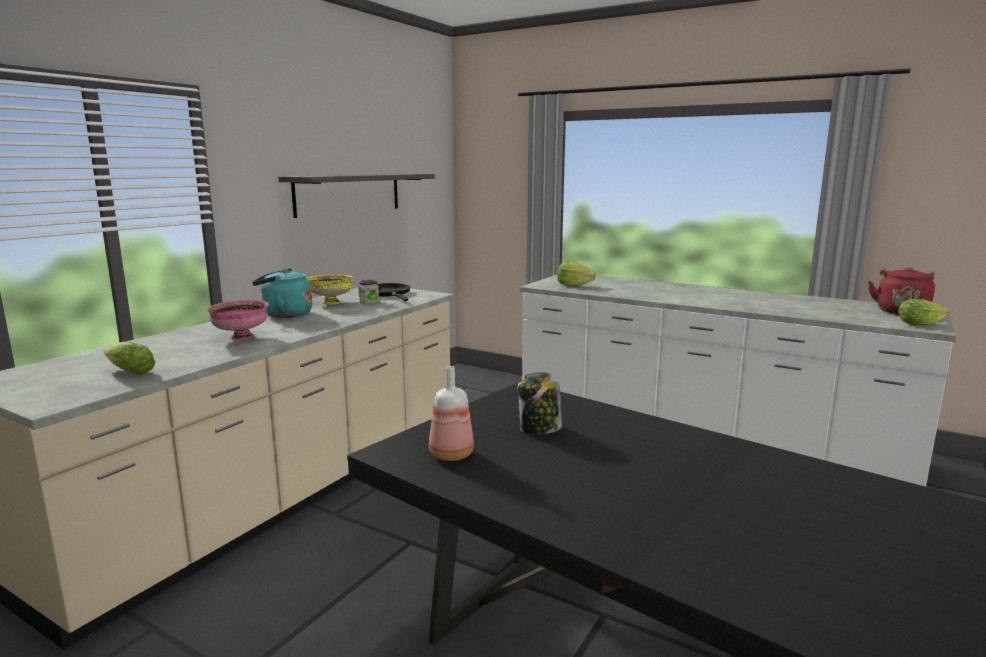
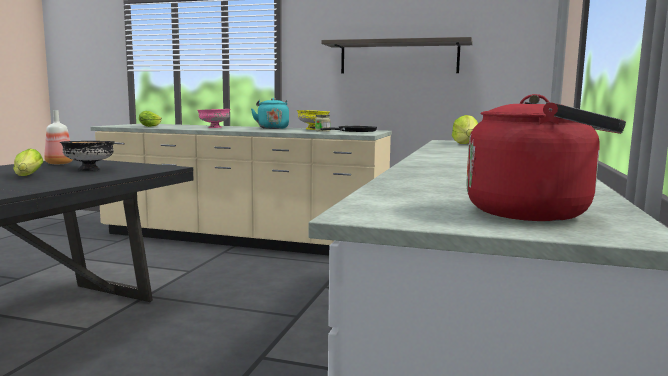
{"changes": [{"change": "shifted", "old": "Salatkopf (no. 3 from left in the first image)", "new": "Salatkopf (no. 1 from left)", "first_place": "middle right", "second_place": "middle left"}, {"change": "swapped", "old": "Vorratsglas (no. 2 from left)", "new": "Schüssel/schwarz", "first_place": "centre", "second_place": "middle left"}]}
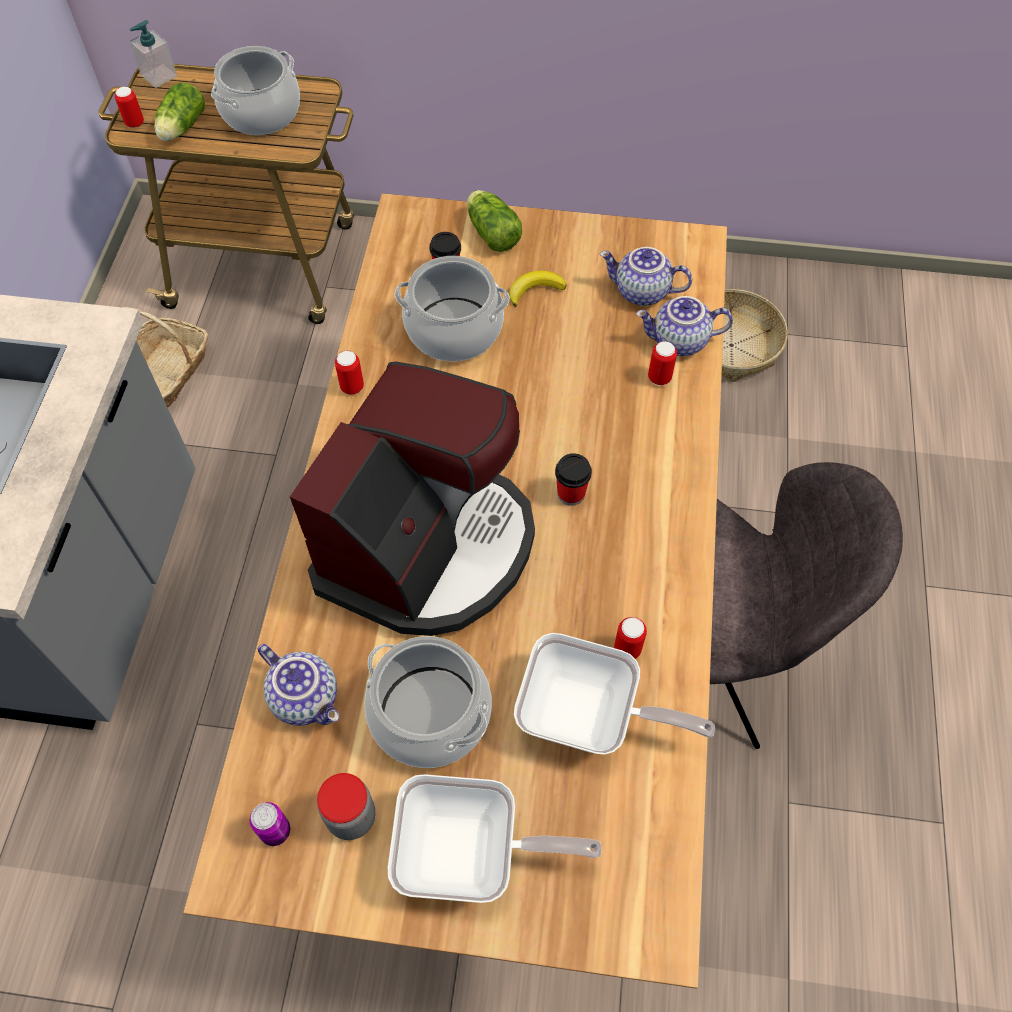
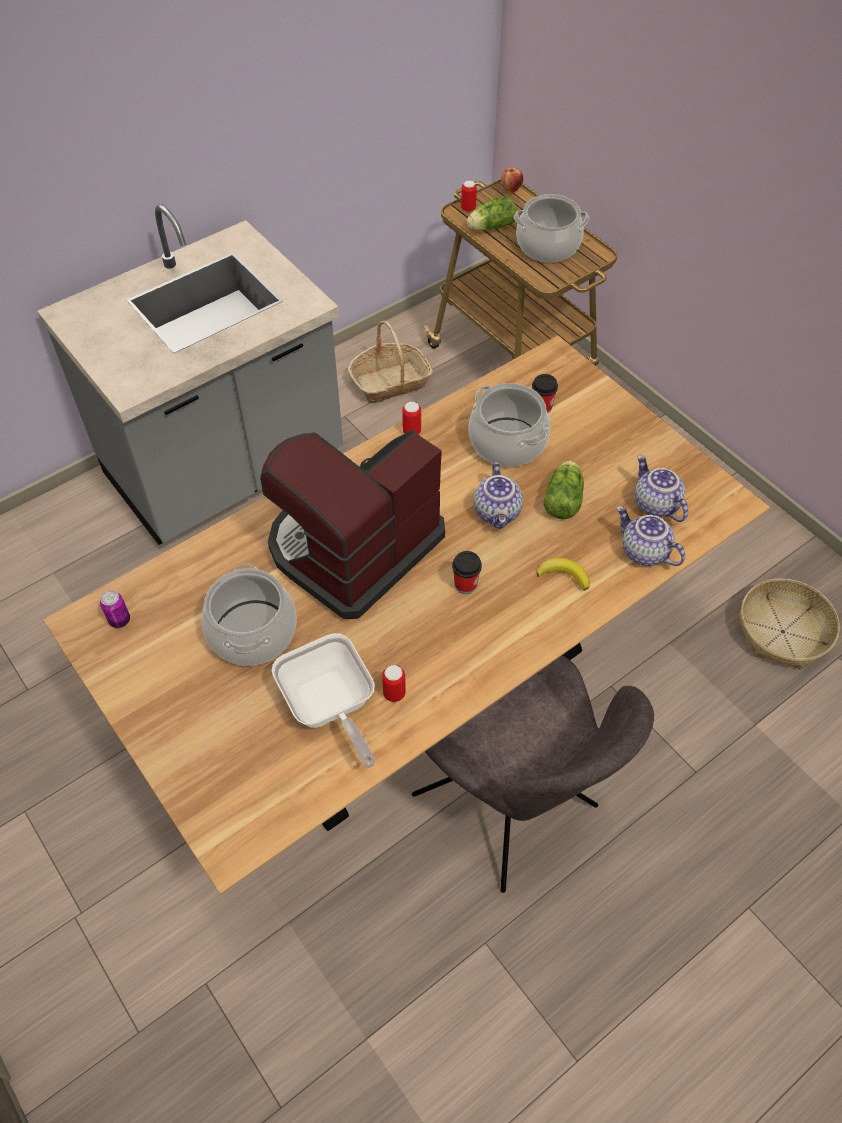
{"changes": [{"change": "rotated", "old": "Kaffeemaschine", "first_place": "centre", "second_place": "centre", "degrees": 150}, {"change": "shifted", "old": "Teekanne (no. 1 from left)", "first_place": "bottom left", "second_place": "centre"}, {"change": "swapped", "old": "Seifenspender", "new": "Apfel", "first_place": "top left", "second_place": "top centre"}, {"change": "shifted", "old": "Banane", "first_place": "top centre", "second_place": "middle right"}, {"change": "shifted", "old": "Salatkopf (no. 2 from left)", "first_place": "top centre", "second_place": "middle right"}, {"change": "gone", "old": "Vorratsglas", "first_place": "bottom centre"}, {"change": "gone", "old": "Pfanne (no. 1 from left)", "first_place": "bottom centre"}, {"change": "gone", "old": "Dose (no. 5 from left)", "first_place": "centre"}]}
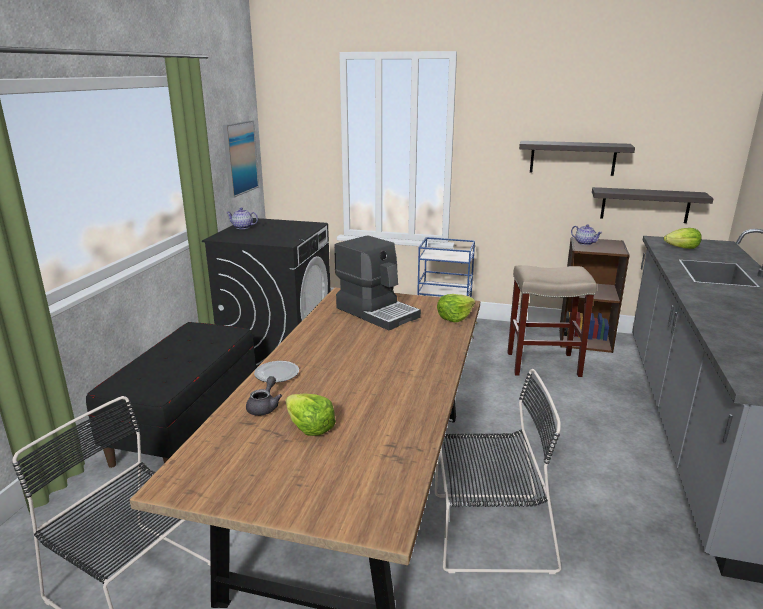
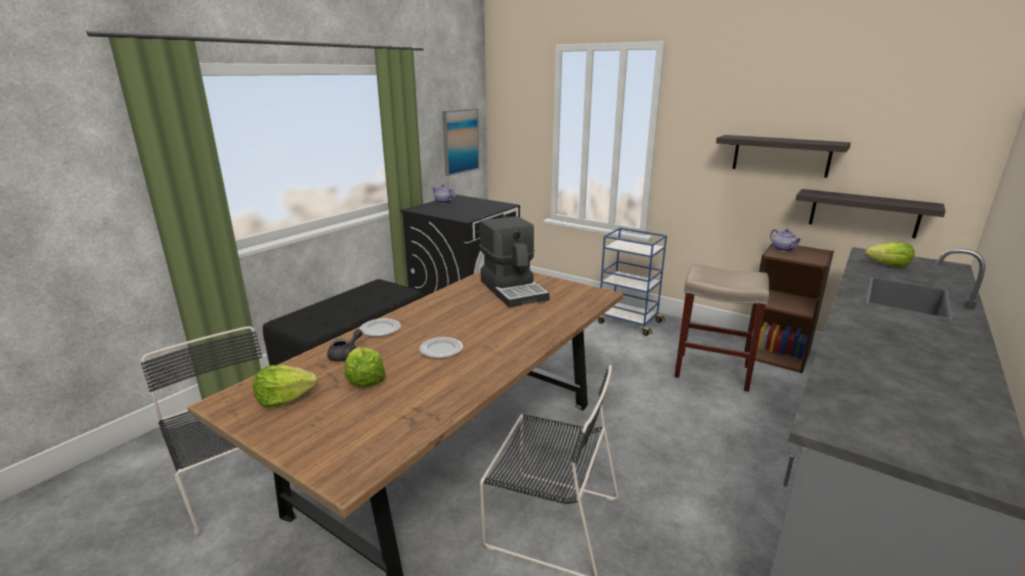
{"changes": [{"change": "shifted", "old": "Salatkopf (no. 2 from left in the first image)", "new": "Salatkopf (no. 1 from left)", "first_place": "centre", "second_place": "bottom left"}, {"change": "new", "new": "Teller (no. 2 from left)", "second_place": "centre"}]}
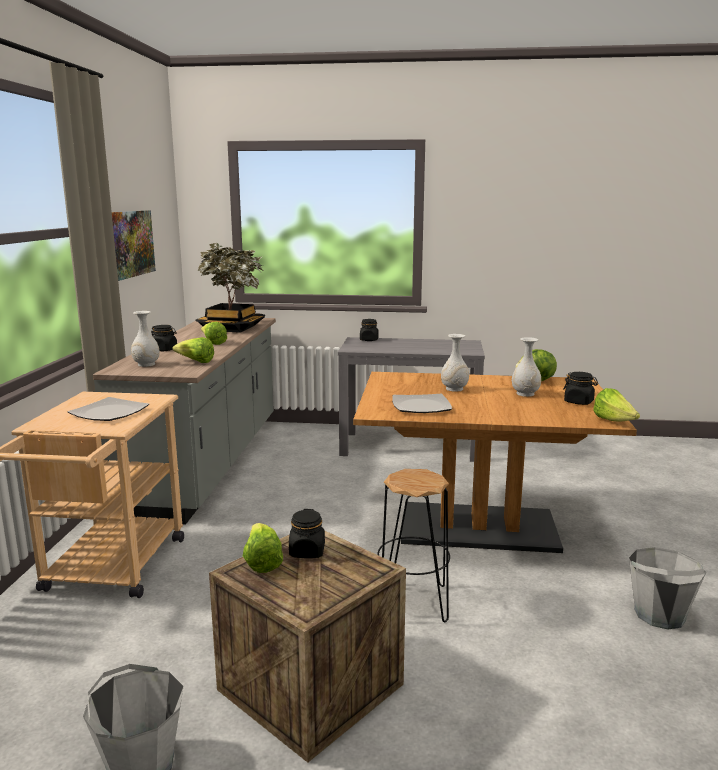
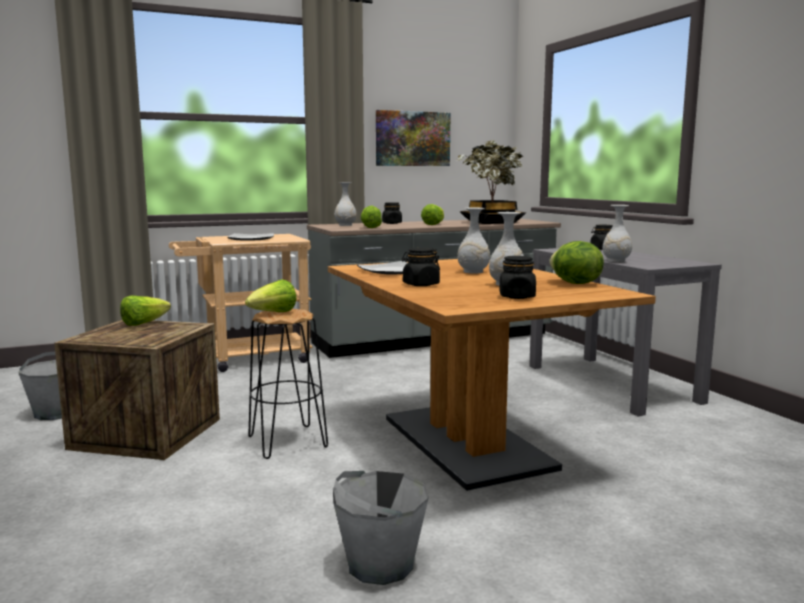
{"changes": [{"change": "shifted", "old": "Salatkopf (no. 5 from left in the first image)", "new": "Salatkopf (no. 2 from left)", "first_place": "middle right", "second_place": "centre"}, {"change": "shifted", "old": "Vorratsglas/schwarz (no. 2 from left)", "first_place": "bottom centre", "second_place": "centre"}, {"change": "new", "new": "Vase/weiß (no. 4 from left)", "second_place": "middle right"}]}
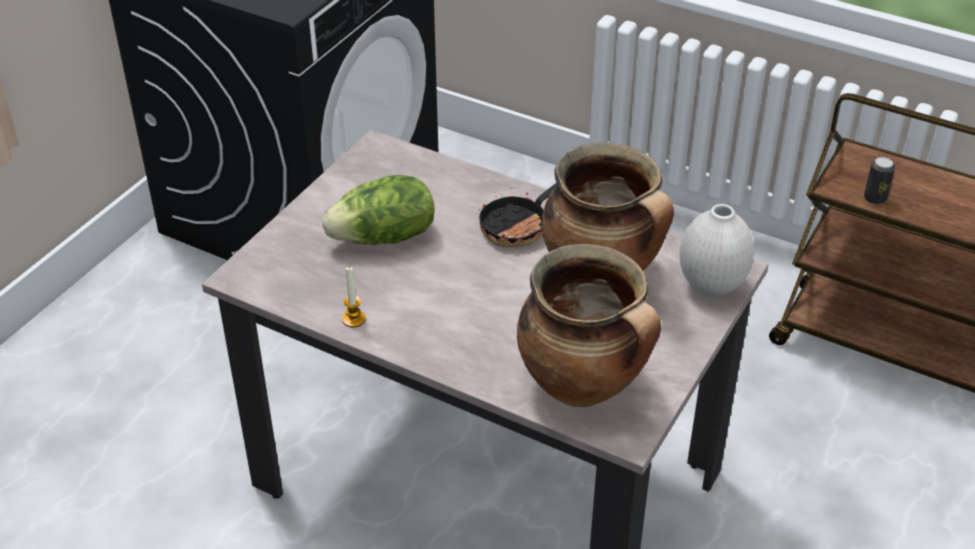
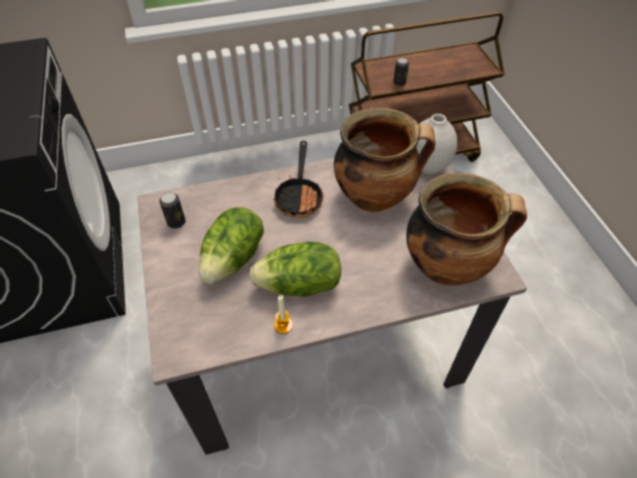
{"changes": [{"change": "new", "new": "Dose (no. 1 from left)", "second_place": "middle left"}, {"change": "new", "new": "Salatkopf (no. 2 from left)", "second_place": "centre"}]}
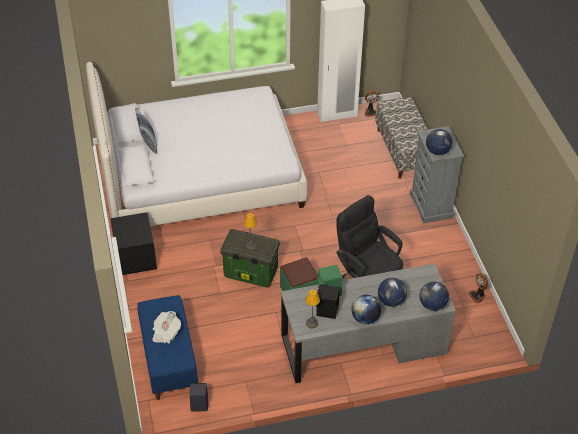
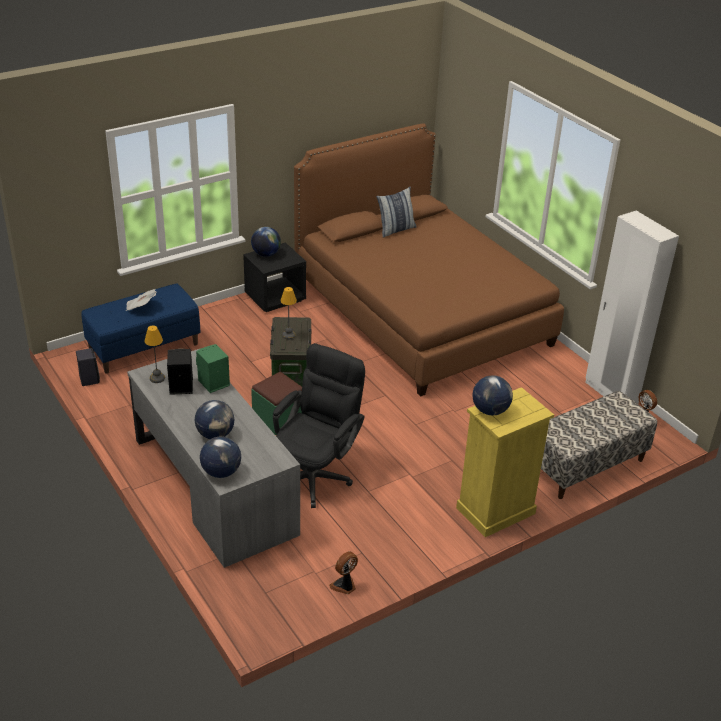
{"changes": [{"change": "shifted", "old": "Globus (no. 1 from left in the first image)", "new": "Globus (no. 3 from left)", "first_place": "bottom centre", "second_place": "centre"}, {"change": "repainted", "old": "Bett/weiß", "new": "Bett/braun", "first_place": "top centre", "second_place": "centre"}, {"change": "repainted", "old": "Kommode/grau", "new": "Kommode/gelb", "first_place": "middle right", "second_place": "middle right"}]}
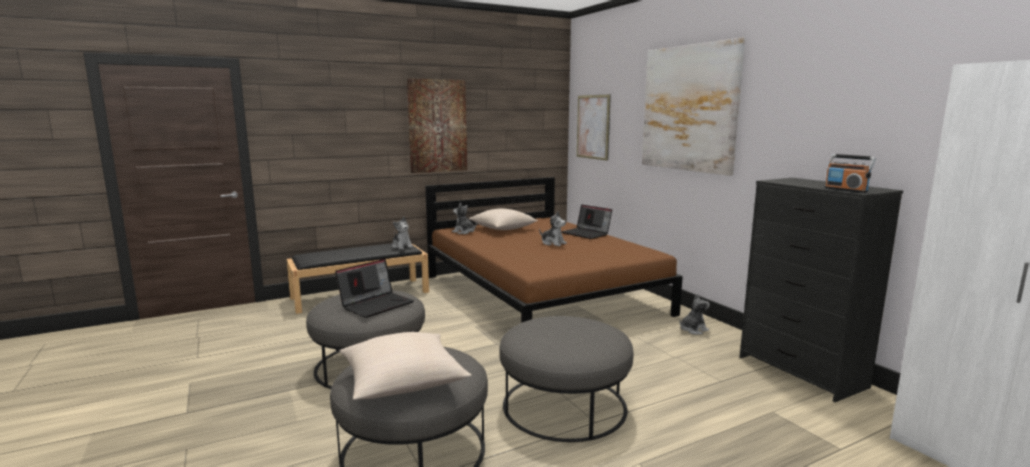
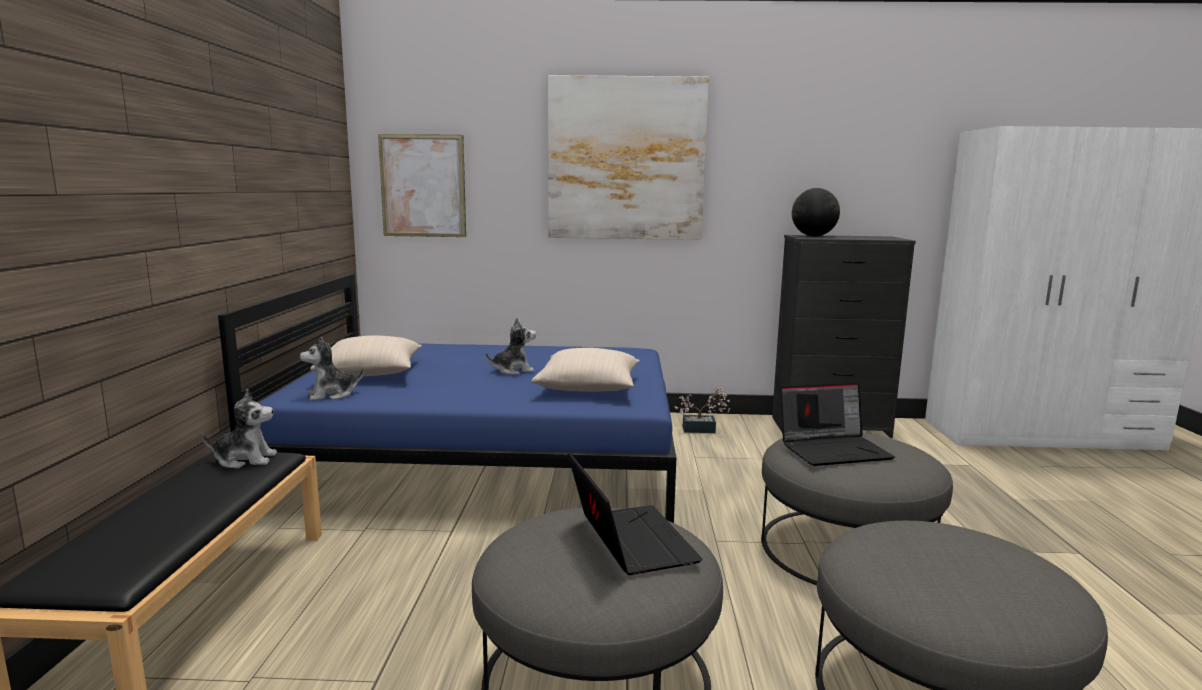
{"changes": [{"change": "repainted", "old": "Bett/braun", "new": "Bett/blau", "first_place": "centre", "second_place": "centre"}, {"change": "shifted", "old": "Kissen/beige (no. 1 from left in the first image)", "new": "Kissen/beige (no. 2 from left)", "first_place": "bottom centre", "second_place": "centre"}, {"change": "swapped", "old": "Plüschtier (no. 4 from left)", "new": "Topfpflanze", "first_place": "bottom right", "second_place": "centre"}, {"change": "shifted", "old": "Laptop (no. 2 from left)", "first_place": "centre", "second_place": "middle right"}, {"change": "new", "new": "Globus", "second_place": "top right"}, {"change": "gone", "old": "Bild (no. 1 from left)", "first_place": "top centre"}, {"change": "gone", "old": "Radio", "first_place": "middle right"}]}
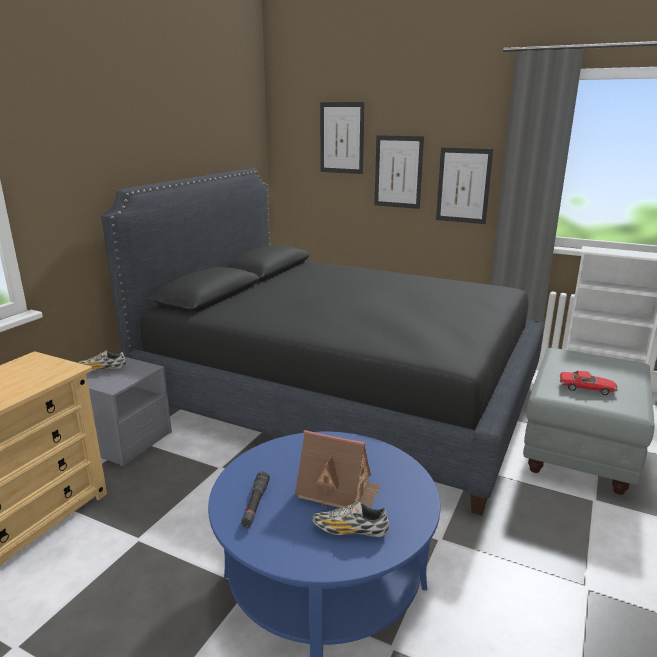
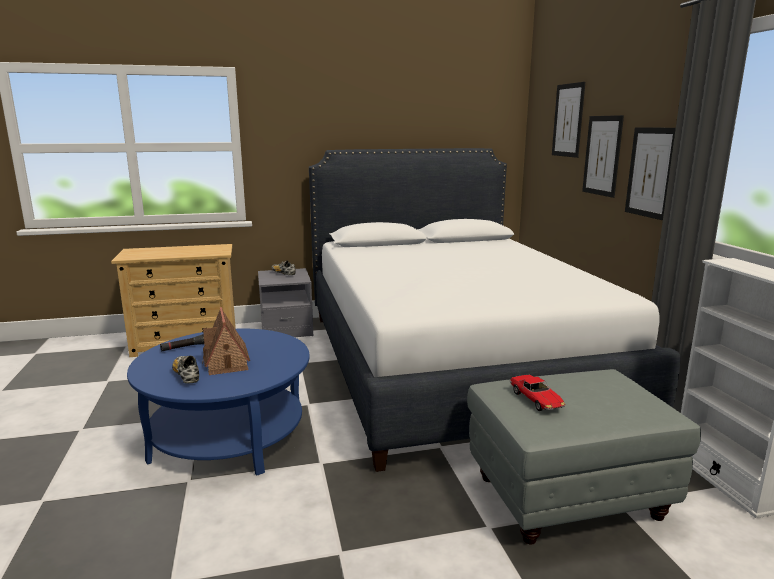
{"changes": [{"change": "repainted", "old": "Bett/schwarz", "new": "Bett/weiß", "first_place": "centre", "second_place": "centre"}]}
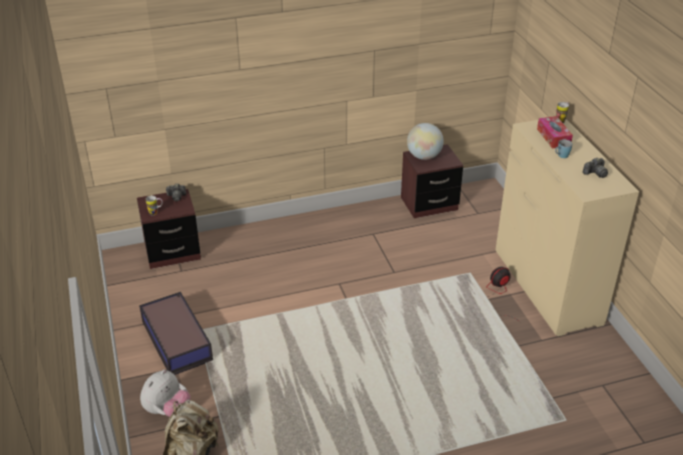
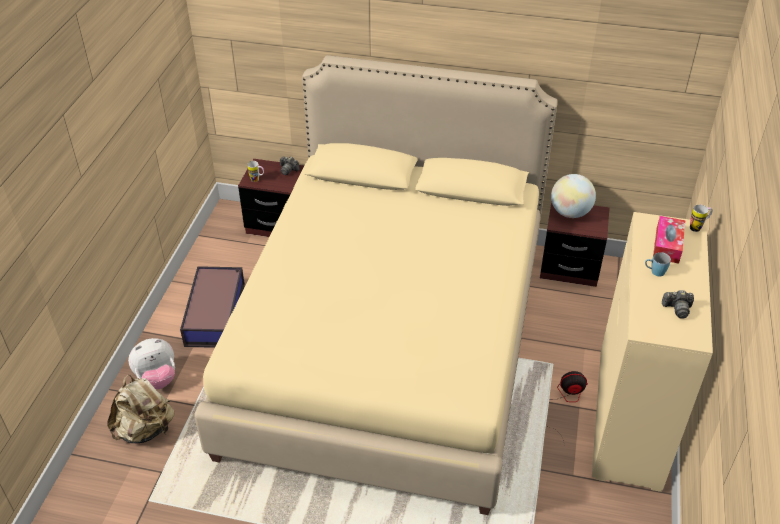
{"changes": [{"change": "new", "new": "Bett/beige", "second_place": "centre"}]}
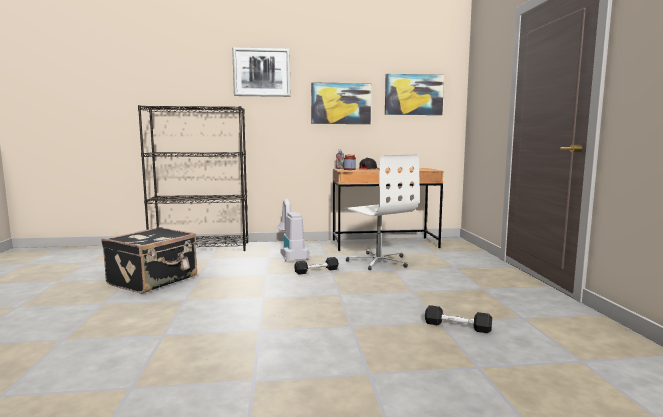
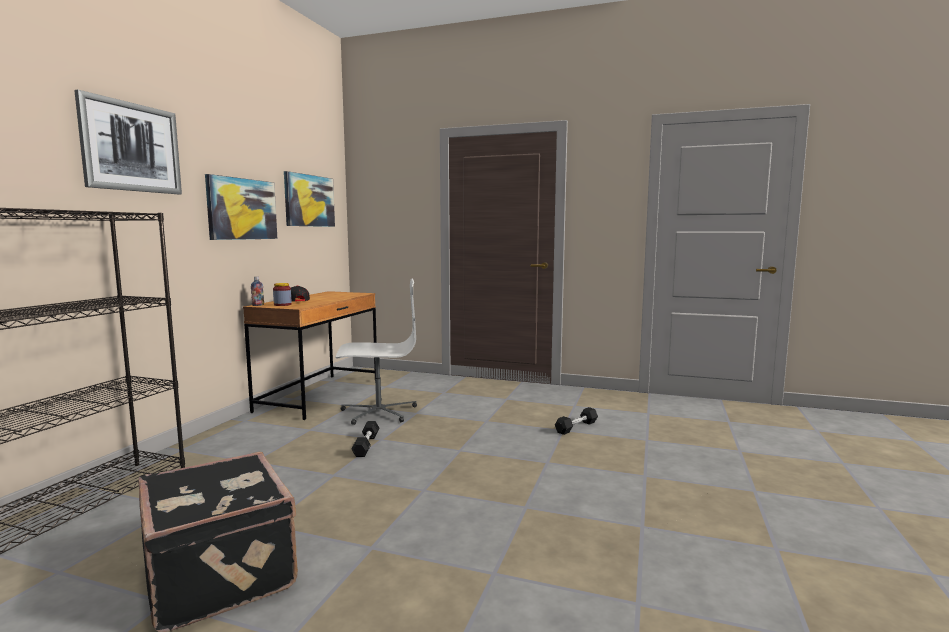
{"changes": [{"change": "gone", "old": "Staubsauger", "first_place": "centre"}]}
